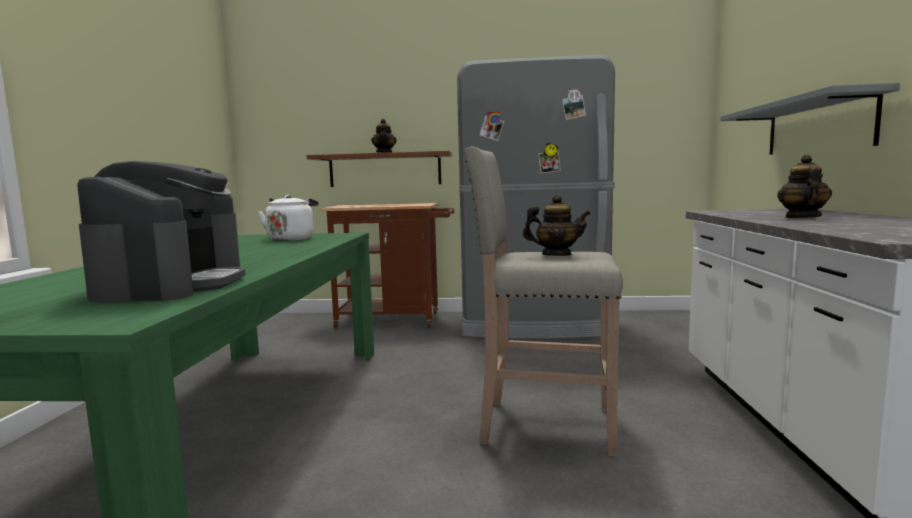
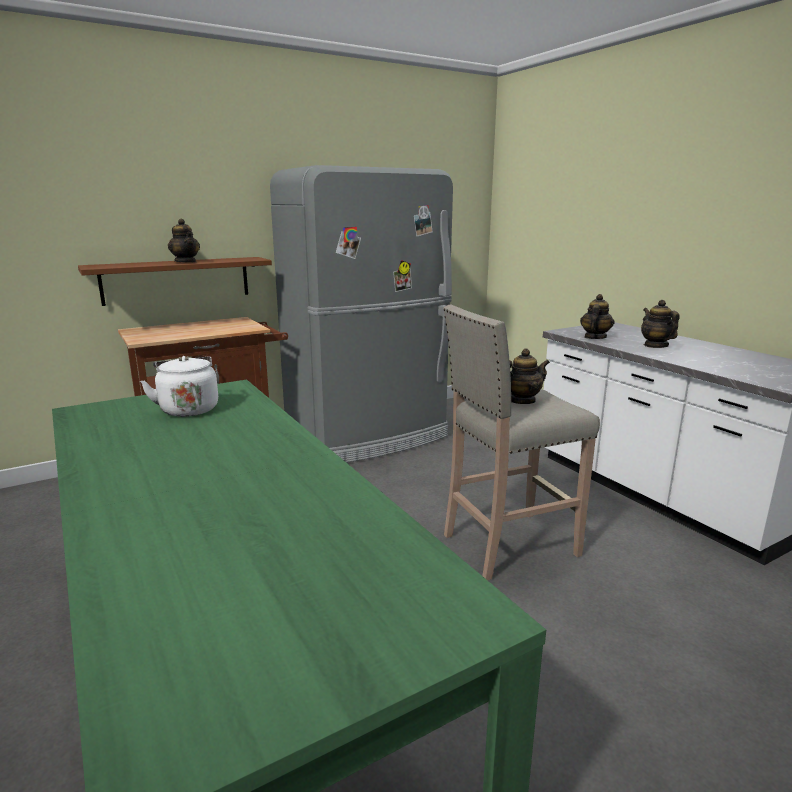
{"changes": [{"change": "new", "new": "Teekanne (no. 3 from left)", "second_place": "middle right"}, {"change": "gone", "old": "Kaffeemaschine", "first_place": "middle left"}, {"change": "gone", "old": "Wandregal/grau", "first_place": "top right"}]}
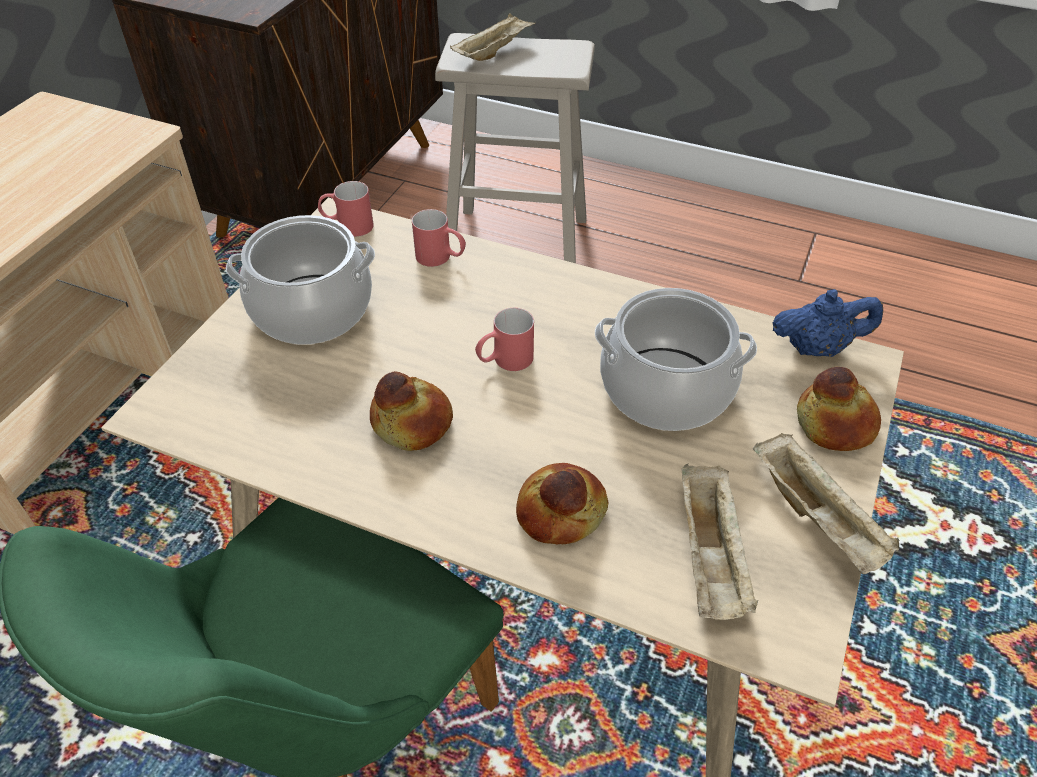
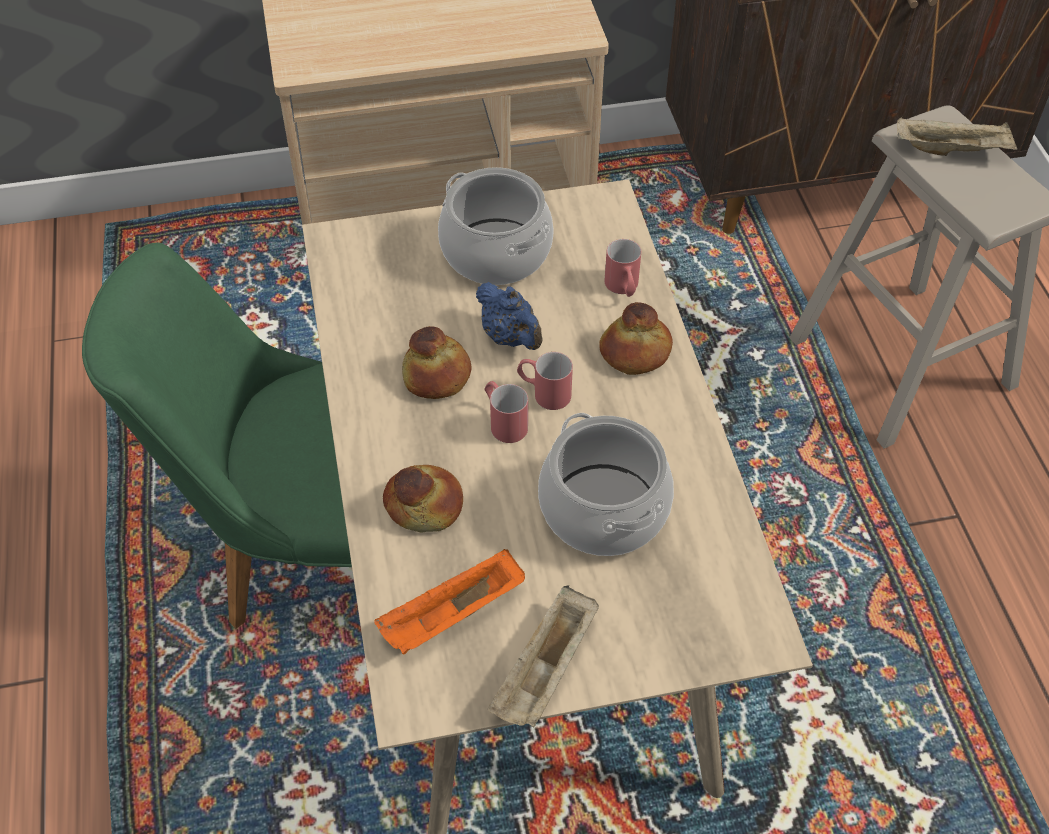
{"changes": [{"change": "repainted", "old": "Tablett/beige (no. 2 from left)", "new": "Tablett/orange", "first_place": "bottom right", "second_place": "bottom centre"}, {"change": "shifted", "old": "Teekanne/blau", "first_place": "middle right", "second_place": "centre"}, {"change": "shifted", "old": "Henkelbecher/rot (no. 1 from left)", "first_place": "top centre", "second_place": "centre"}, {"change": "shifted", "old": "Brot (no. 3 from left)", "first_place": "middle right", "second_place": "centre"}]}
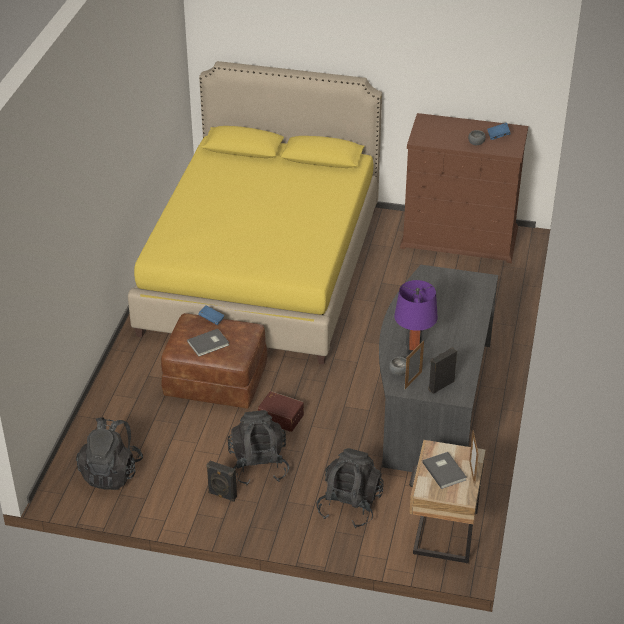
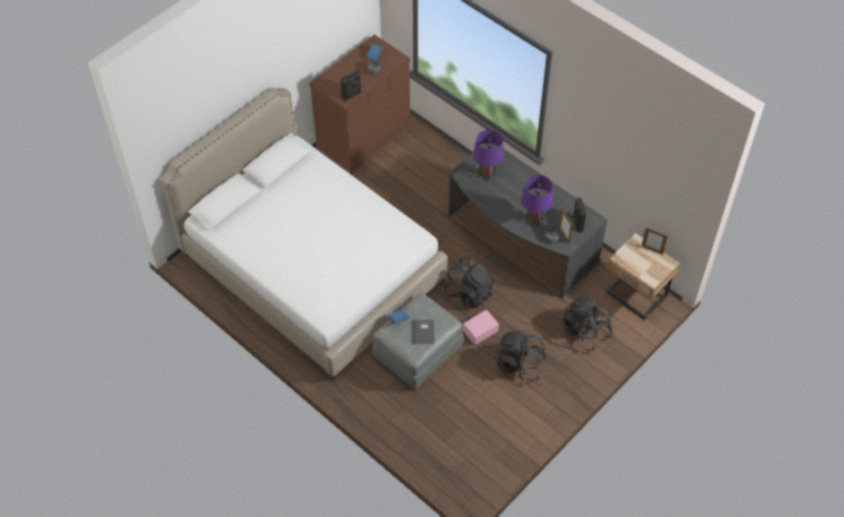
{"changes": [{"change": "repainted", "old": "Bett/gelb", "new": "Bett/weiß", "first_place": "centre", "second_place": "centre"}, {"change": "shifted", "old": "Lautsprecher/schwarz (no. 1 from left)", "first_place": "bottom centre", "second_place": "top centre"}, {"change": "repainted", "old": "Polsterhocker/braun", "new": "Polsterhocker/grau", "first_place": "centre", "second_place": "centre"}, {"change": "shifted", "old": "Rucksack/schwarz (no. 1 from left)", "first_place": "bottom left", "second_place": "centre"}, {"change": "repainted", "old": "Aufbewahrungsbox/braun", "new": "Aufbewahrungsbox/rosa", "first_place": "centre", "second_place": "centre"}, {"change": "new", "new": "Tischlampe/lila (no. 1 from left)", "second_place": "top centre"}, {"change": "gone", "old": "Buch/grau (no. 2 from left)", "first_place": "bottom right"}]}
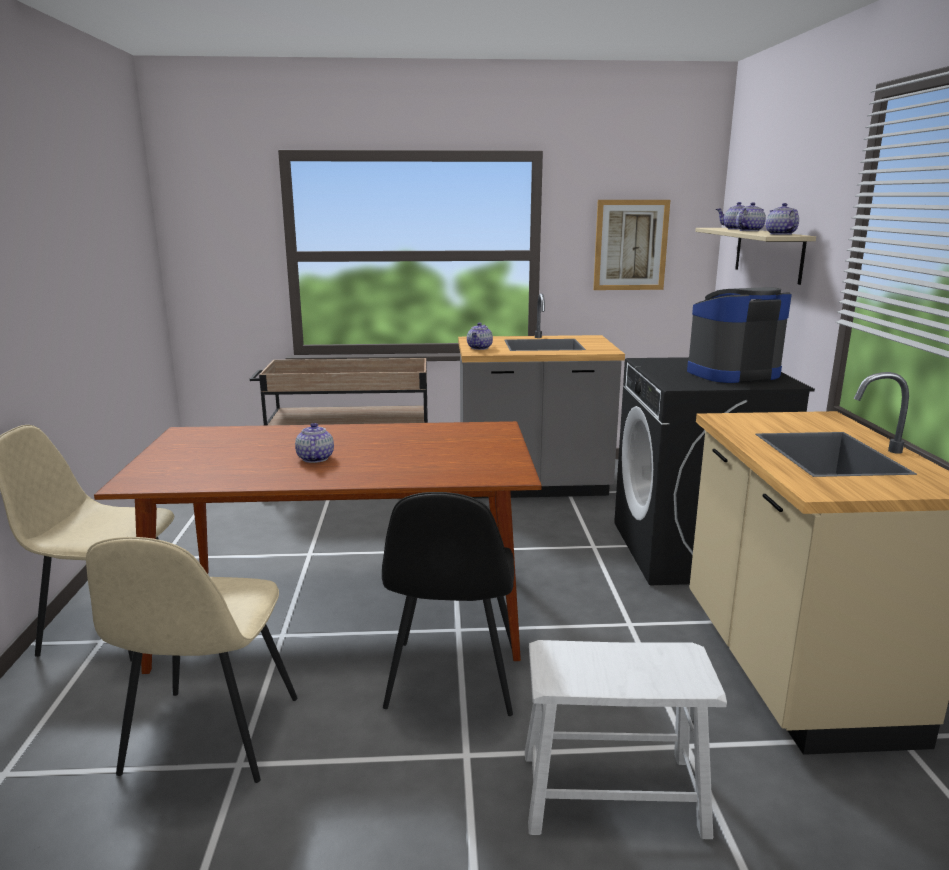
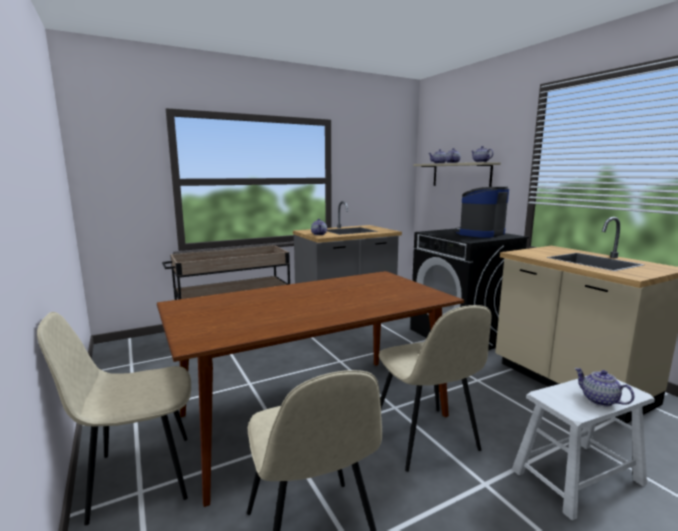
{"changes": [{"change": "repainted", "old": "Stuhl/schwarz", "new": "Stuhl/beige (no. 3 from left)", "first_place": "bottom centre", "second_place": "bottom centre"}, {"change": "shifted", "old": "Teekanne (no. 1 from left in the first image)", "new": "Teekanne (no. 5 from left)", "first_place": "middle left", "second_place": "bottom right"}, {"change": "gone", "old": "Bild", "first_place": "top centre"}]}
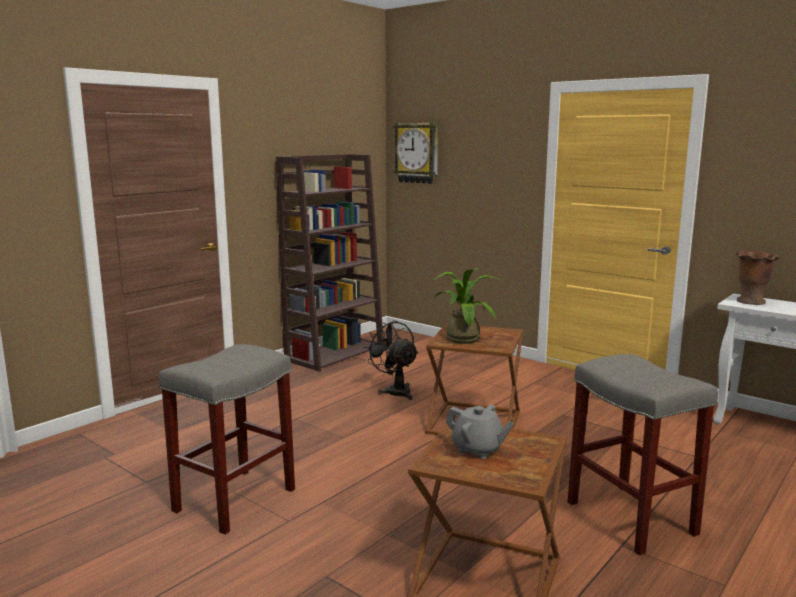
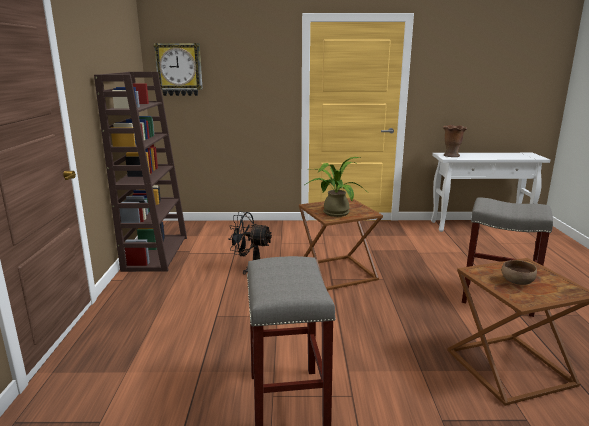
{"changes": [{"change": "swapped", "old": "Teekanne/grau", "new": "Schüssel/braun", "first_place": "bottom centre", "second_place": "middle right"}]}
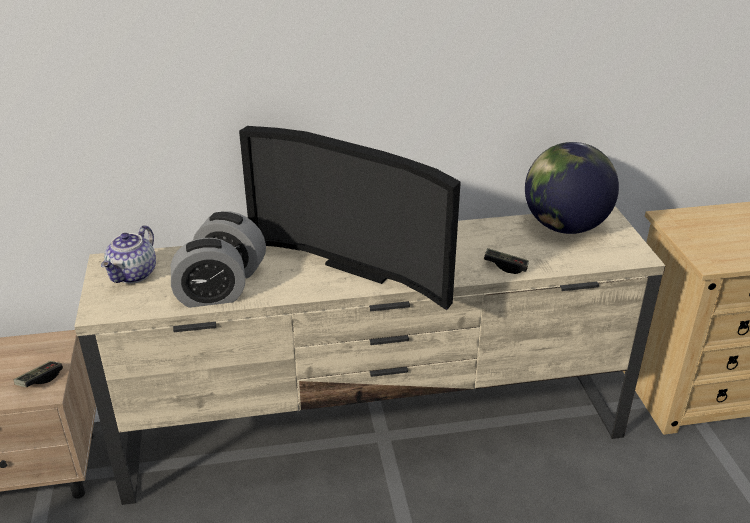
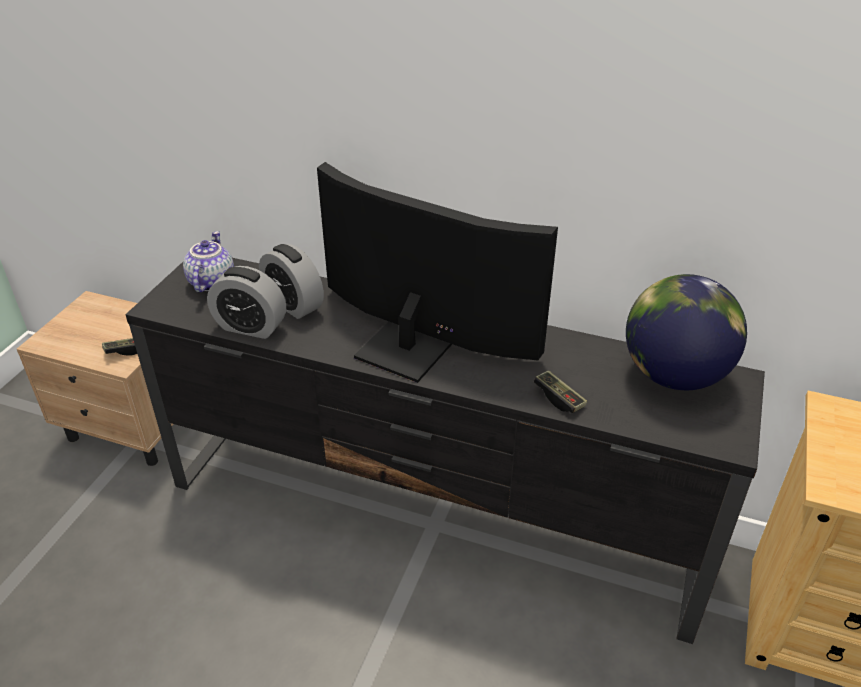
{"changes": [{"change": "repainted", "old": "Fernsehschrank/beige", "new": "Fernsehschrank/schwarz", "first_place": "bottom centre", "second_place": "centre"}, {"change": "rotated", "old": "Teekanne", "first_place": "middle left", "second_place": "middle left", "degrees": 135}, {"change": "rotated", "old": "Fernseher", "first_place": "centre", "second_place": "centre", "degrees": 150}]}
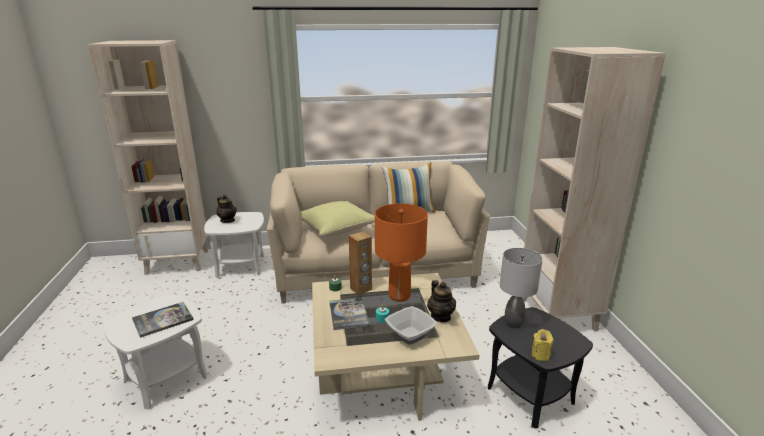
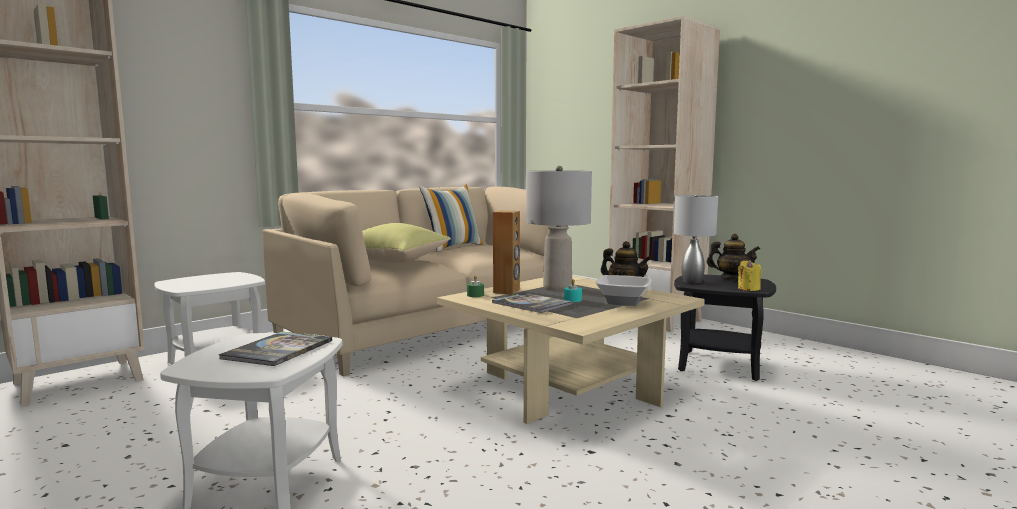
{"changes": [{"change": "repainted", "old": "Tischlampe/orange", "new": "Tischlampe/grau (no. 1 from left)", "first_place": "centre", "second_place": "centre"}, {"change": "shifted", "old": "Teekanne (no. 1 from left in the first image)", "new": "Teekanne (no. 2 from left)", "first_place": "middle left", "second_place": "middle right"}]}
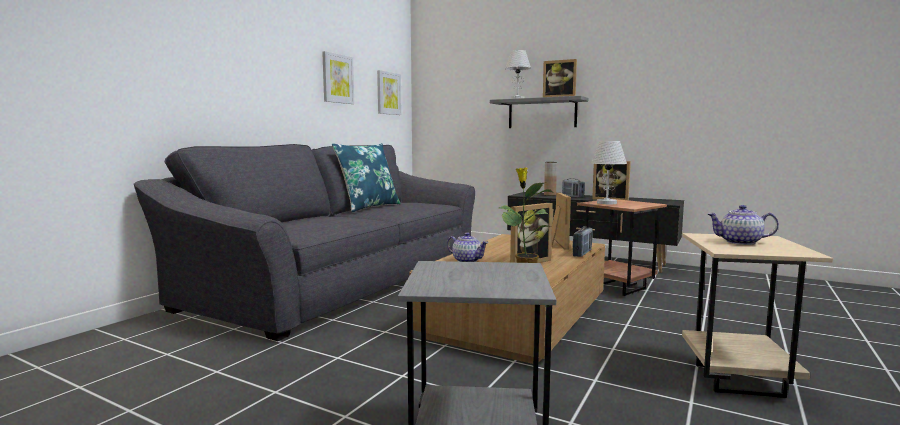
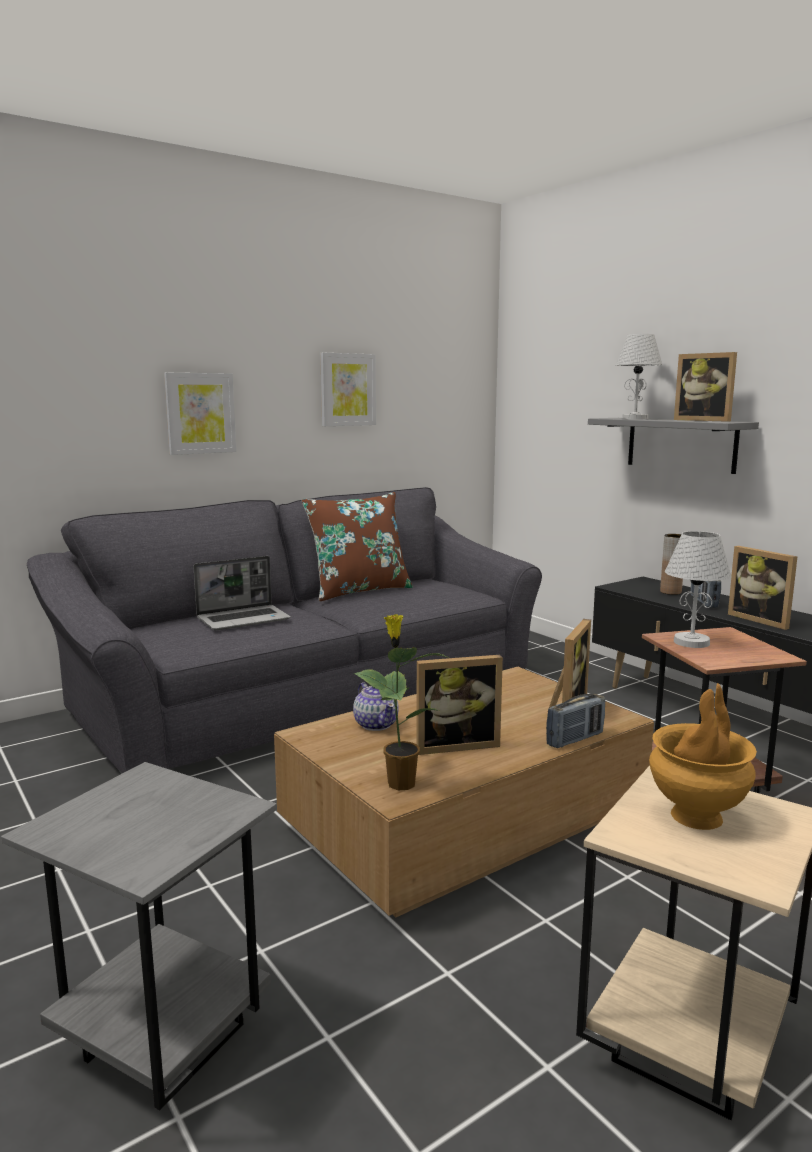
{"changes": [{"change": "shifted", "old": "Bild (no. 2 from left in the first image)", "new": "Bild (no. 1 from left)", "first_place": "top centre", "second_place": "middle left"}, {"change": "new", "new": "Laptop", "second_place": "middle left"}, {"change": "repainted", "old": "Kissen/blau", "new": "Kissen/braun", "first_place": "centre", "second_place": "centre"}, {"change": "swapped", "old": "Teekanne (no. 2 from left)", "new": "Vase/braun (no. 2 from left)", "first_place": "middle right", "second_place": "middle right"}]}
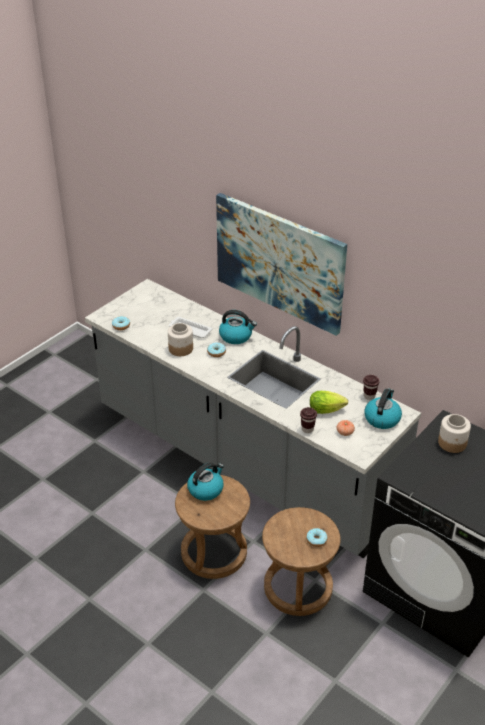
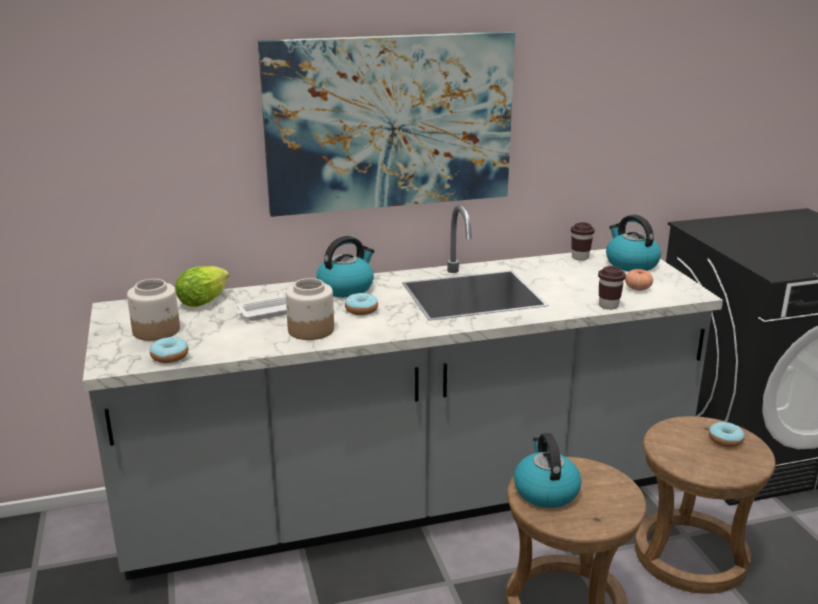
{"changes": [{"change": "shifted", "old": "Vorratsglas (no. 2 from left in the first image)", "new": "Vorratsglas (no. 1 from left)", "first_place": "middle right", "second_place": "middle left"}, {"change": "shifted", "old": "Salatkopf", "first_place": "middle right", "second_place": "middle left"}]}
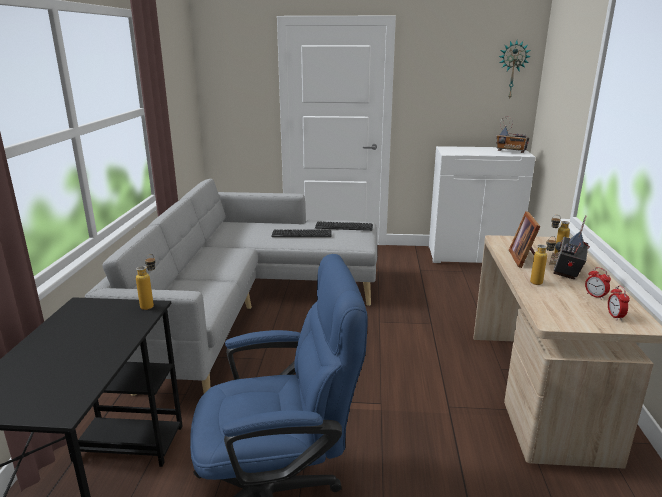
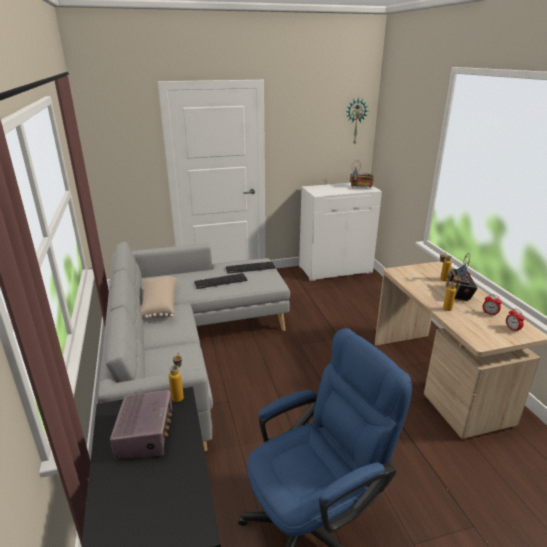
{"changes": [{"change": "new", "new": "Radio (no. 1 from left)", "second_place": "bottom left"}, {"change": "new", "new": "Kissen/beige", "second_place": "middle left"}, {"change": "gone", "old": "Bilderrahmen", "first_place": "middle right"}]}
